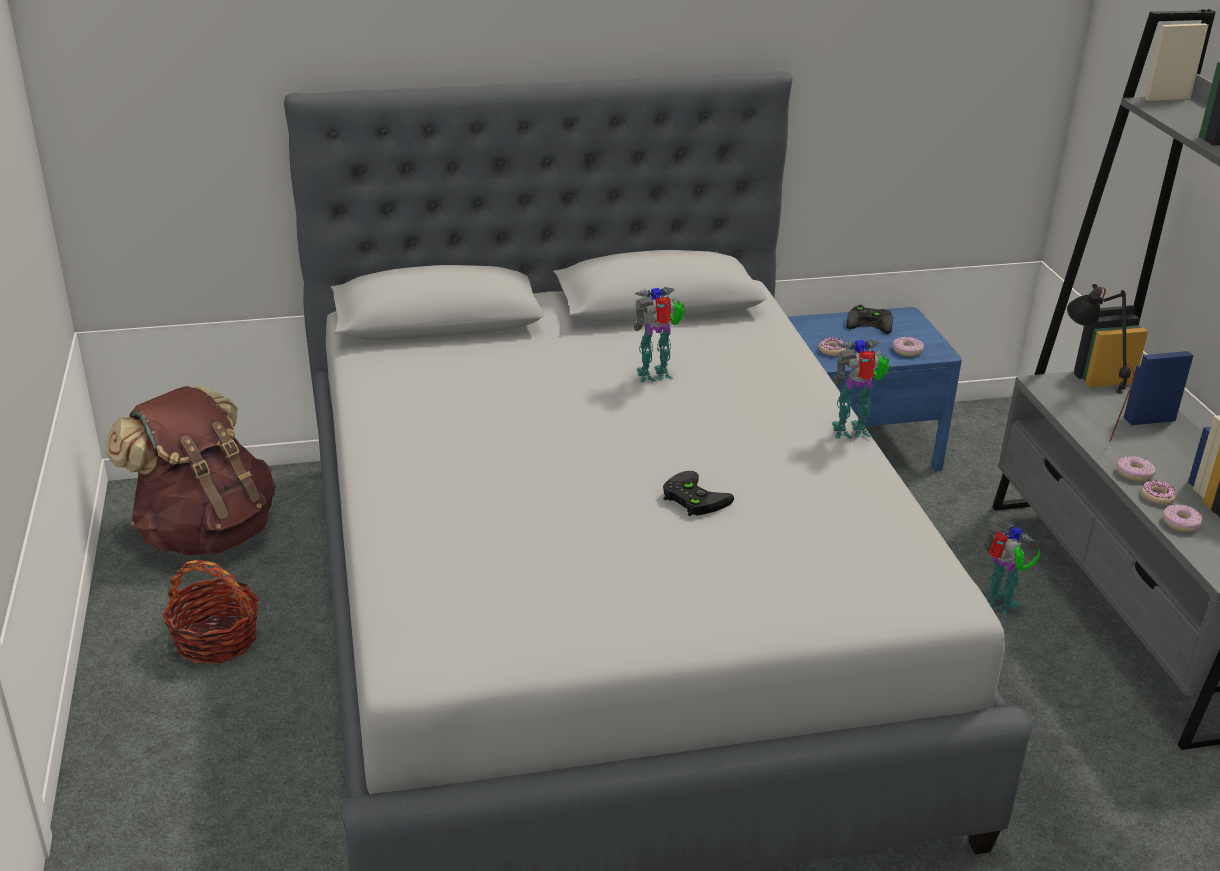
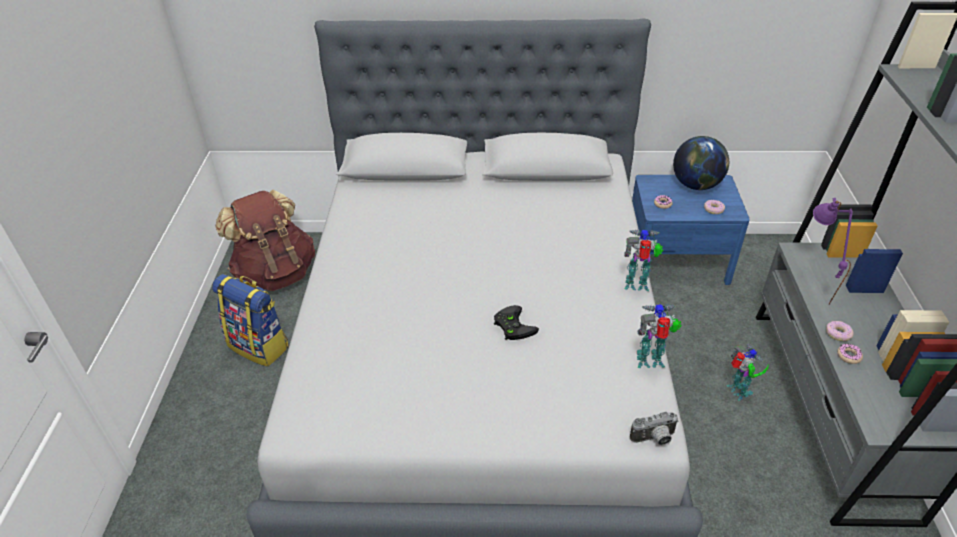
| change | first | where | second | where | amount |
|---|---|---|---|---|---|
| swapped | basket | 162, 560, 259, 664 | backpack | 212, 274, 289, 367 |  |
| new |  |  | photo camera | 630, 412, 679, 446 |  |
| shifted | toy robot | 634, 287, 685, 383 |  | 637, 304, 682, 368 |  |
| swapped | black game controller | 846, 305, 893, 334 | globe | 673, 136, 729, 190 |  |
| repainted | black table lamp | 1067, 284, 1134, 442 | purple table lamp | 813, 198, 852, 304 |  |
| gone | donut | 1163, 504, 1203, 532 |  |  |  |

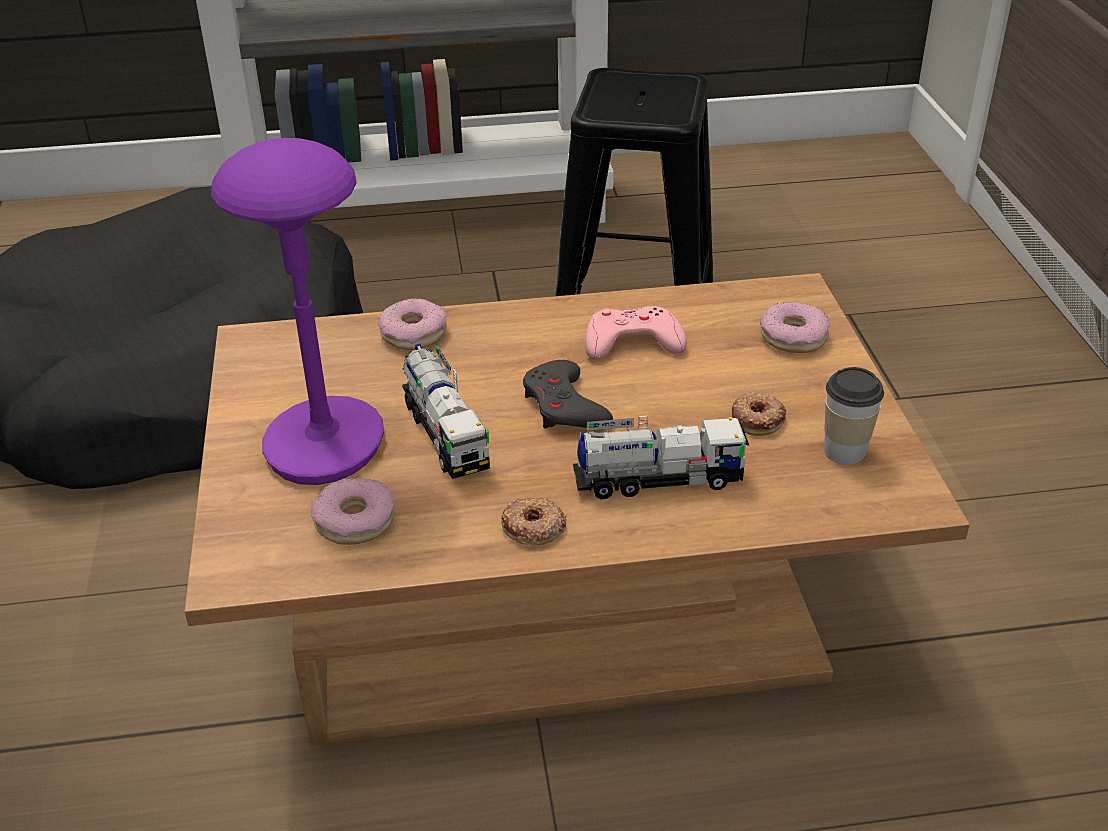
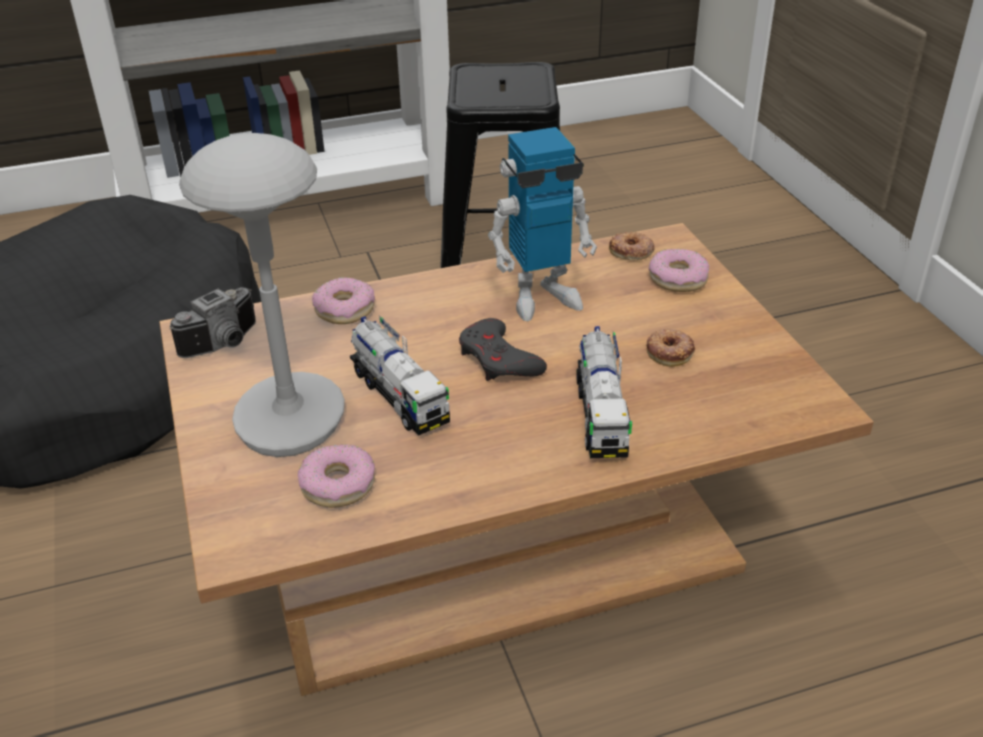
| change | first | where | second | where | amount |
|---|---|---|---|---|---|
| new |  |  | photo camera | 169, 287, 256, 358 |  |
| repainted | purple table lamp | 211, 138, 384, 485 | grey table lamp | 179, 133, 345, 457 |  |
| swapped | pink game controller | 585, 306, 687, 360 | toy robot | 488, 127, 597, 321 |  |
| rotated | toy truck | 573, 416, 749, 499 |  | 576, 326, 632, 458 | 105 degrees clockwise |
| shifted | donut | 501, 497, 566, 545 |  | 609, 232, 654, 260 |  |
| gone | cup | 824, 367, 884, 465 |  |  |  |

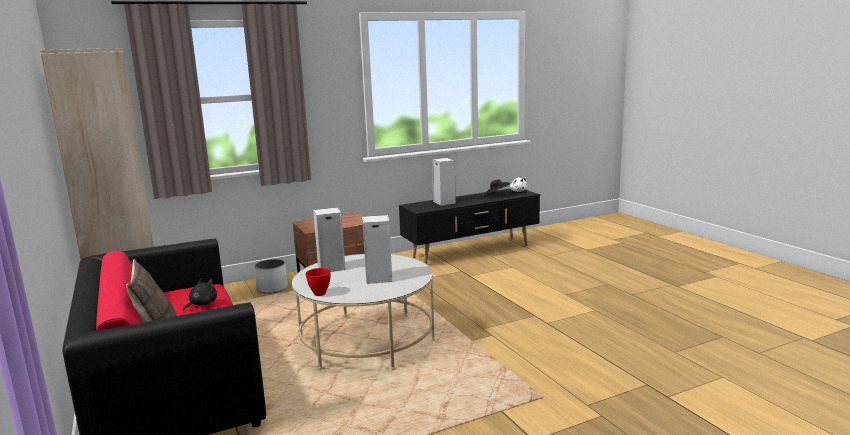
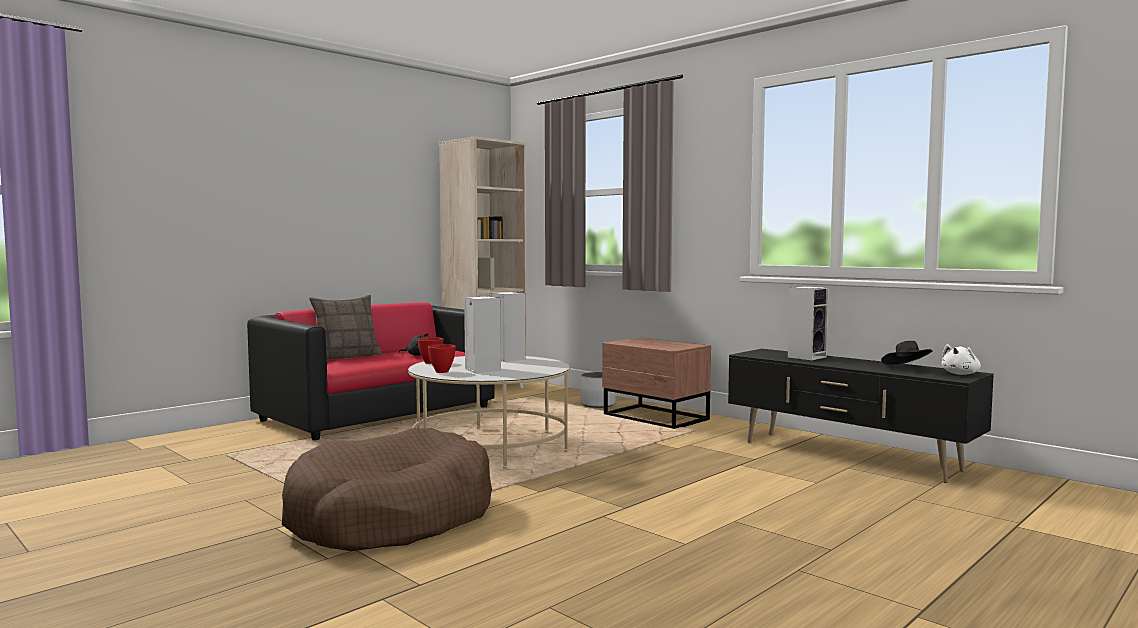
| change | first | where | second | where | amount |
|---|---|---|---|---|---|
| new |  |  | brown dog bed | 282, 428, 492, 551 |  |
| new |  |  | red bowl | 428, 344, 456, 373 |  |

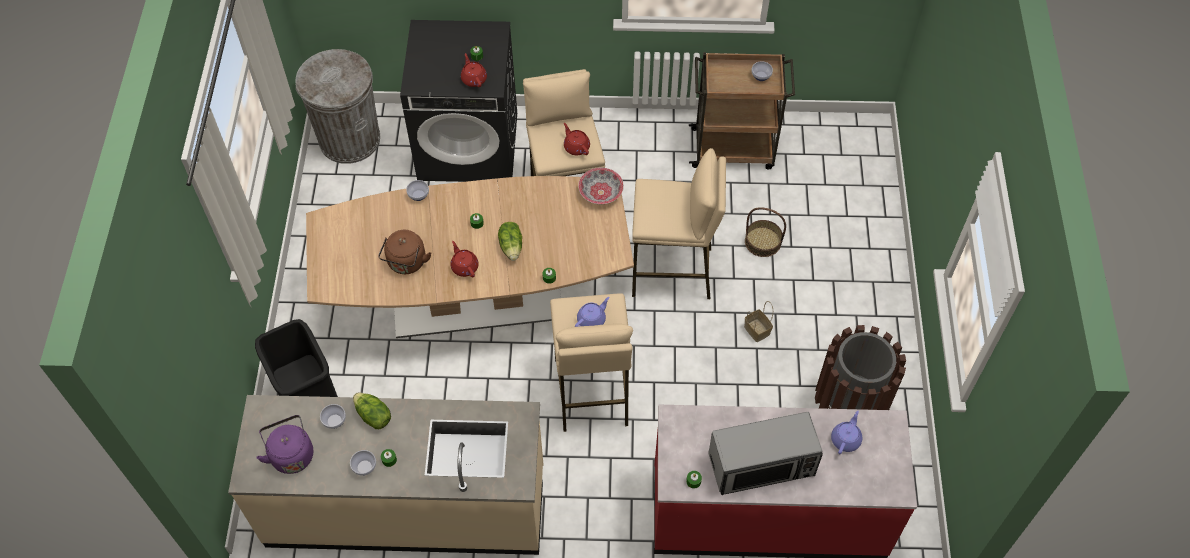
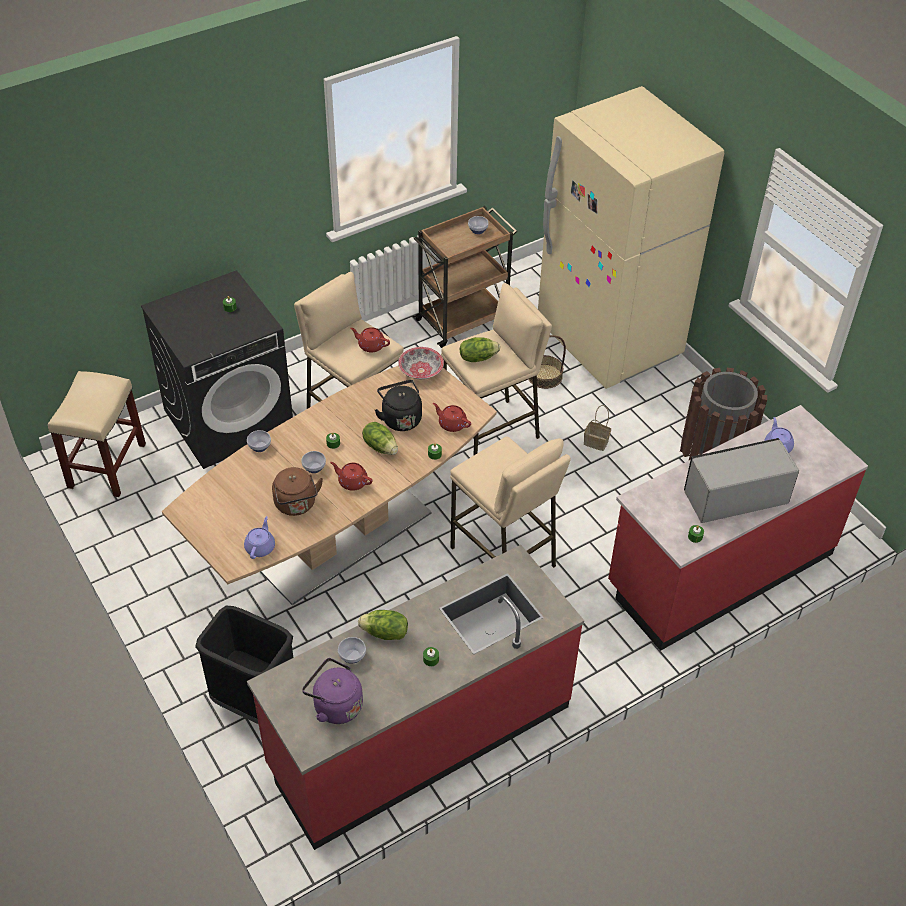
| change | first | where | second | where | amount |
|---|---|---|---|---|---|
| swapped | grey trash can | 295, 49, 380, 164 | beige stool | 48, 371, 146, 497 |  |
| shifted | purple teapot | 575, 297, 610, 327 |  | 244, 516, 275, 559 |  |
| repainted | beige counter | 228, 395, 543, 555 | red counter | 247, 545, 584, 850 |  |
| shifted | bowl | 350, 450, 376, 476 |  | 301, 451, 326, 473 |  |
| new |  |  | black kettle | 375, 380, 422, 431 |  |
| shifted | red teapot | 461, 53, 487, 87 |  | 433, 403, 471, 432 |  |
| new |  |  | lettuce | 460, 337, 500, 362 |  |
| new |  |  | beige fridge | 538, 86, 724, 389 |  |
| rotated | microwave | 708, 412, 823, 495 |  | 684, 438, 799, 523 | 150 degrees counterclockwise |

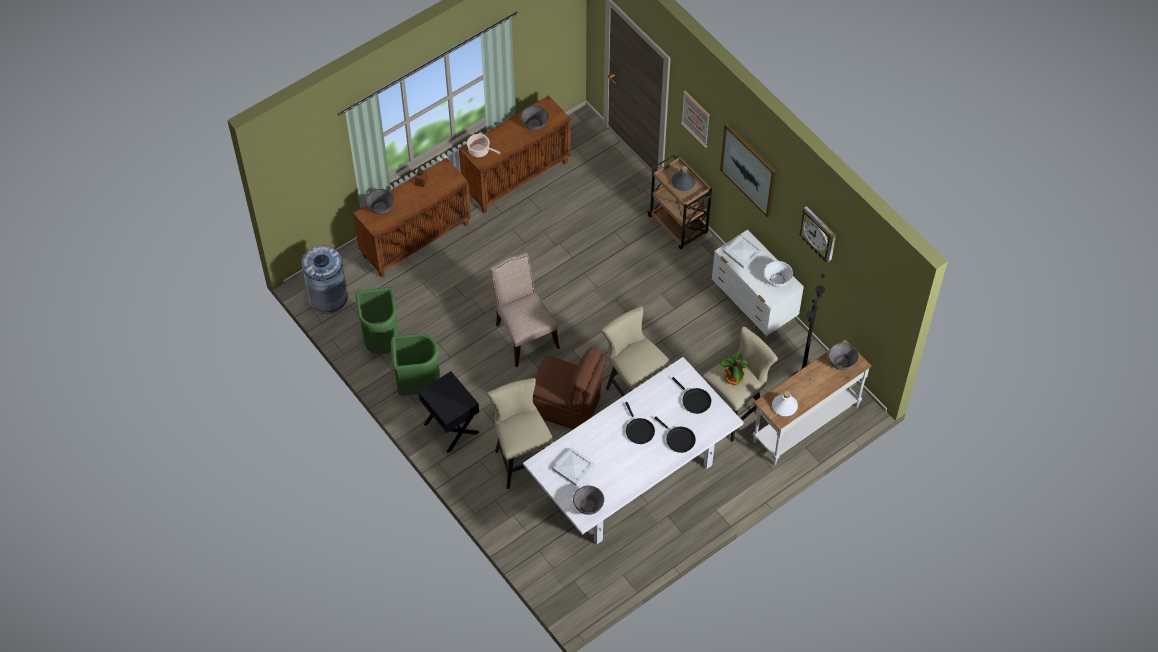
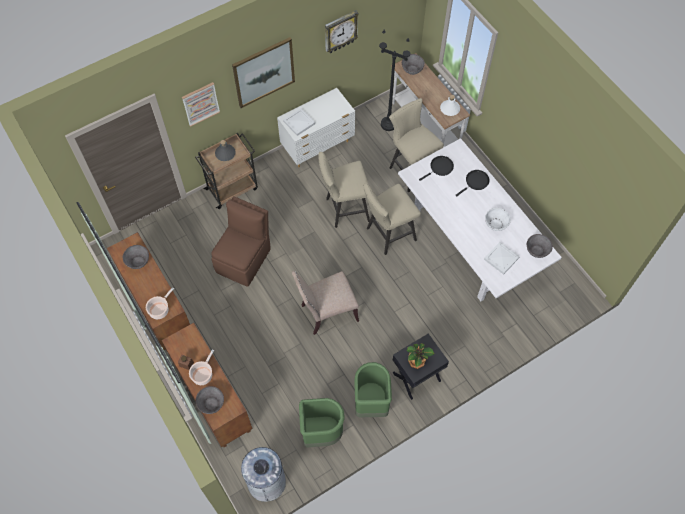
| change | first | where | second | where | amount |
|---|---|---|---|---|---|
| new |  |  | cooking pot | 189, 350, 214, 385 |  |
| shifted | brown chair | 533, 347, 607, 429 |  | 211, 196, 271, 287 |  |
| shifted | beige stool | 487, 378, 554, 489 |  | 318, 152, 370, 228 |  |
| shifted | potted plant | 720, 353, 747, 385 |  | 407, 343, 435, 369 |  |
| shifted | white bowl | 764, 261, 793, 287 |  | 485, 208, 511, 231 |  |
| gone | black frying pan | 625, 402, 655, 444 |  |  |  |

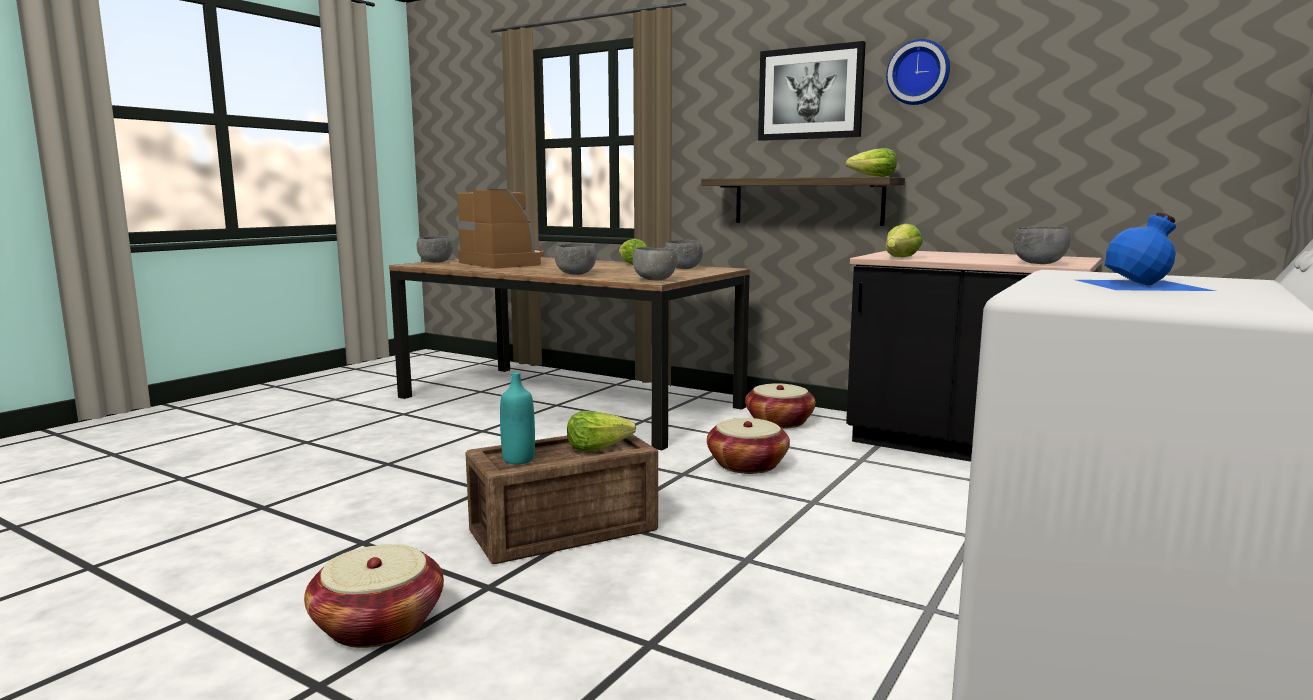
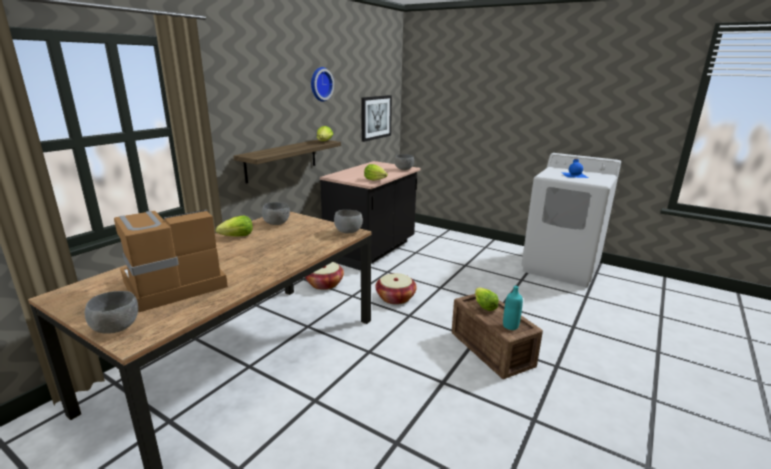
| change | first | where | second | where | amount |
|---|---|---|---|---|---|
| shifted | picture | 758, 41, 866, 141 |  | 361, 95, 392, 142 |  |
| gone | basket | 304, 544, 444, 648 |  |  |  |
| gone | grey bowl | 555, 243, 596, 275 |  |  |  |

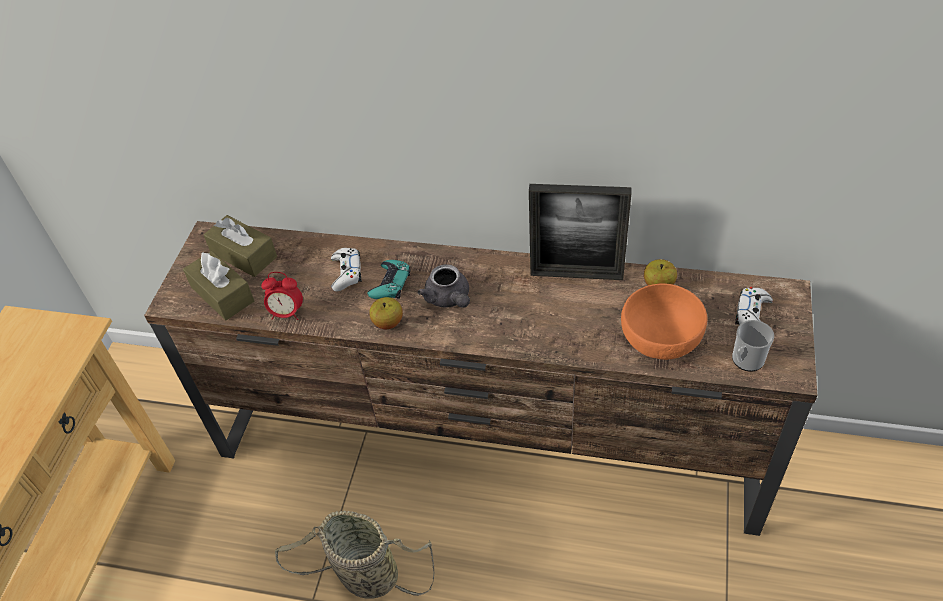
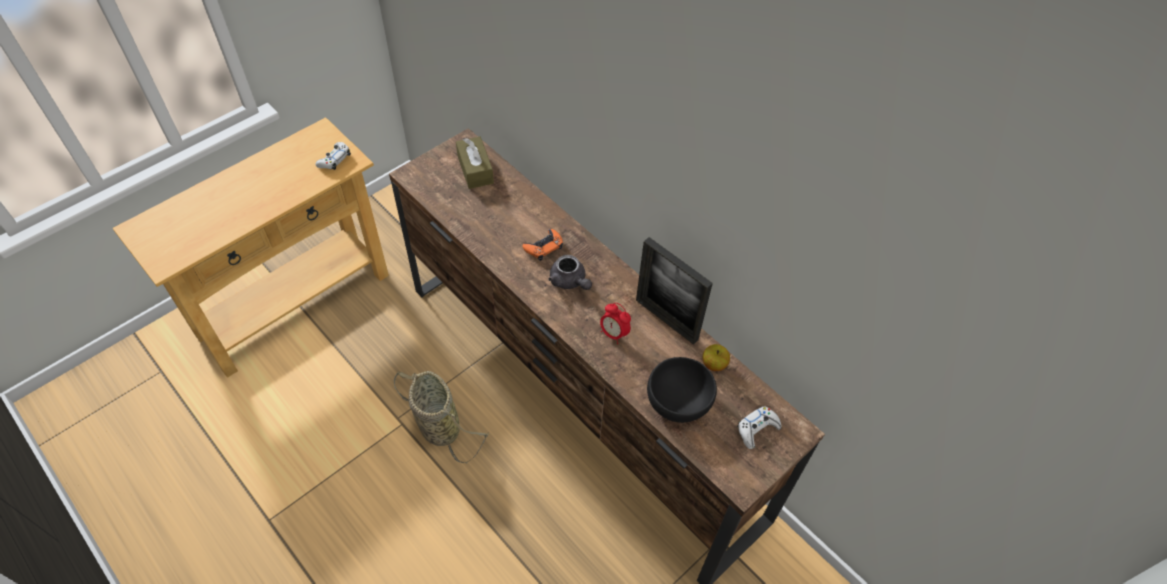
| change | first | where | second | where | amount |
|---|---|---|---|---|---|
| shifted | white game controller | 331, 248, 362, 291 |  | 316, 142, 351, 170 |  |
| repainted | turquoise game controller | 367, 260, 410, 299 | orange game controller | 522, 229, 563, 261 |  |
| rotated | grey teapot | 417, 264, 470, 308 |  | 548, 255, 592, 290 | 45 degrees counterclockwise |
| shifted | alarm clock | 261, 272, 303, 320 |  | 600, 303, 631, 344 |  |
| repainted | orange bowl | 621, 283, 707, 360 | black bowl | 647, 357, 717, 423 |  |
| gone | brown tissue box | 183, 251, 254, 320 |  |  |  |
| gone | apple | 369, 297, 403, 329 |  |  |  |
| gone | mug | 732, 320, 774, 372 |  |  |  |

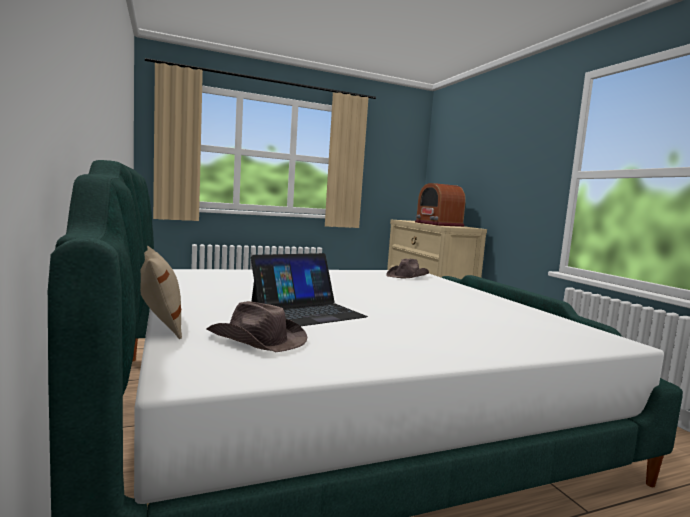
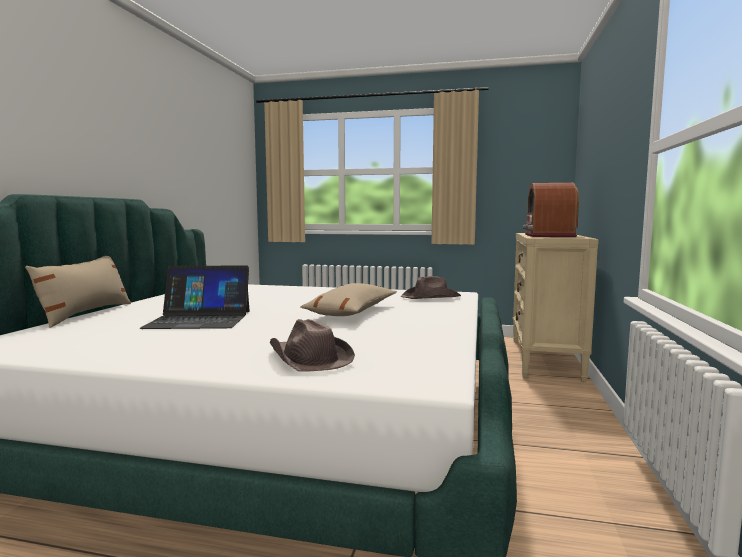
| change | first | where | second | where | amount |
|---|---|---|---|---|---|
| shifted | brown hat | 206, 301, 308, 352 |  | 270, 319, 355, 371 |  |
| new |  |  | beige pillow | 300, 283, 397, 316 |  |

